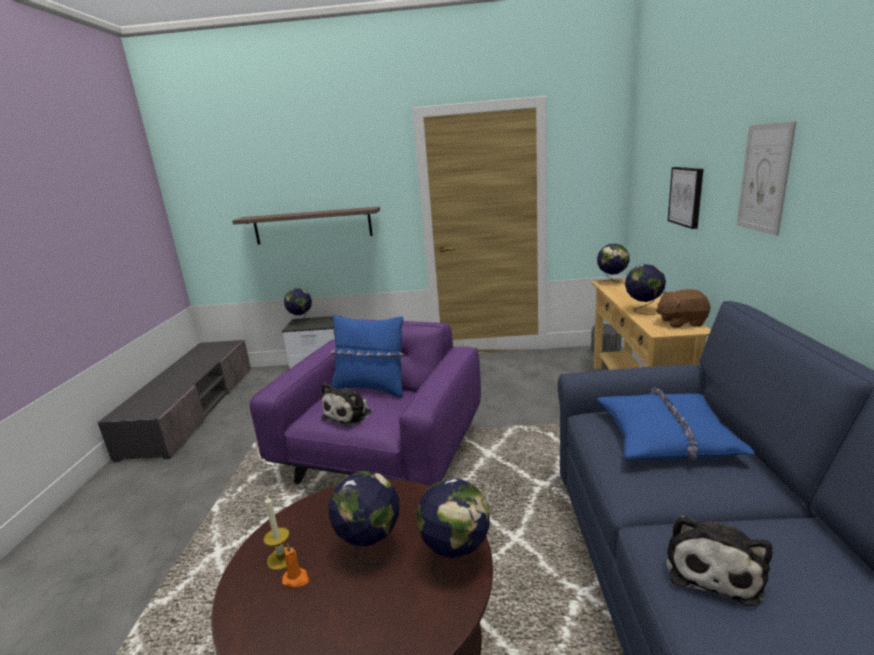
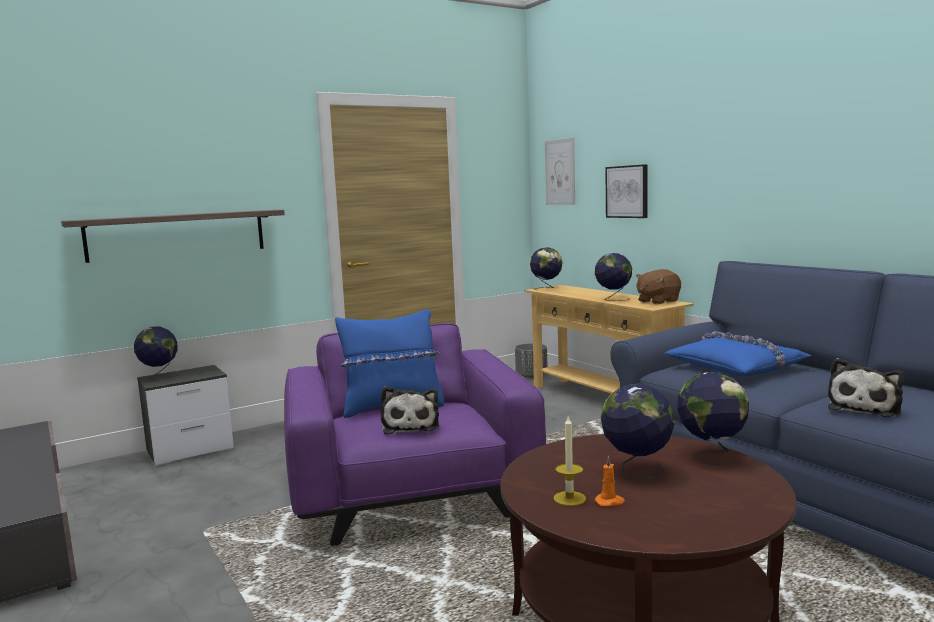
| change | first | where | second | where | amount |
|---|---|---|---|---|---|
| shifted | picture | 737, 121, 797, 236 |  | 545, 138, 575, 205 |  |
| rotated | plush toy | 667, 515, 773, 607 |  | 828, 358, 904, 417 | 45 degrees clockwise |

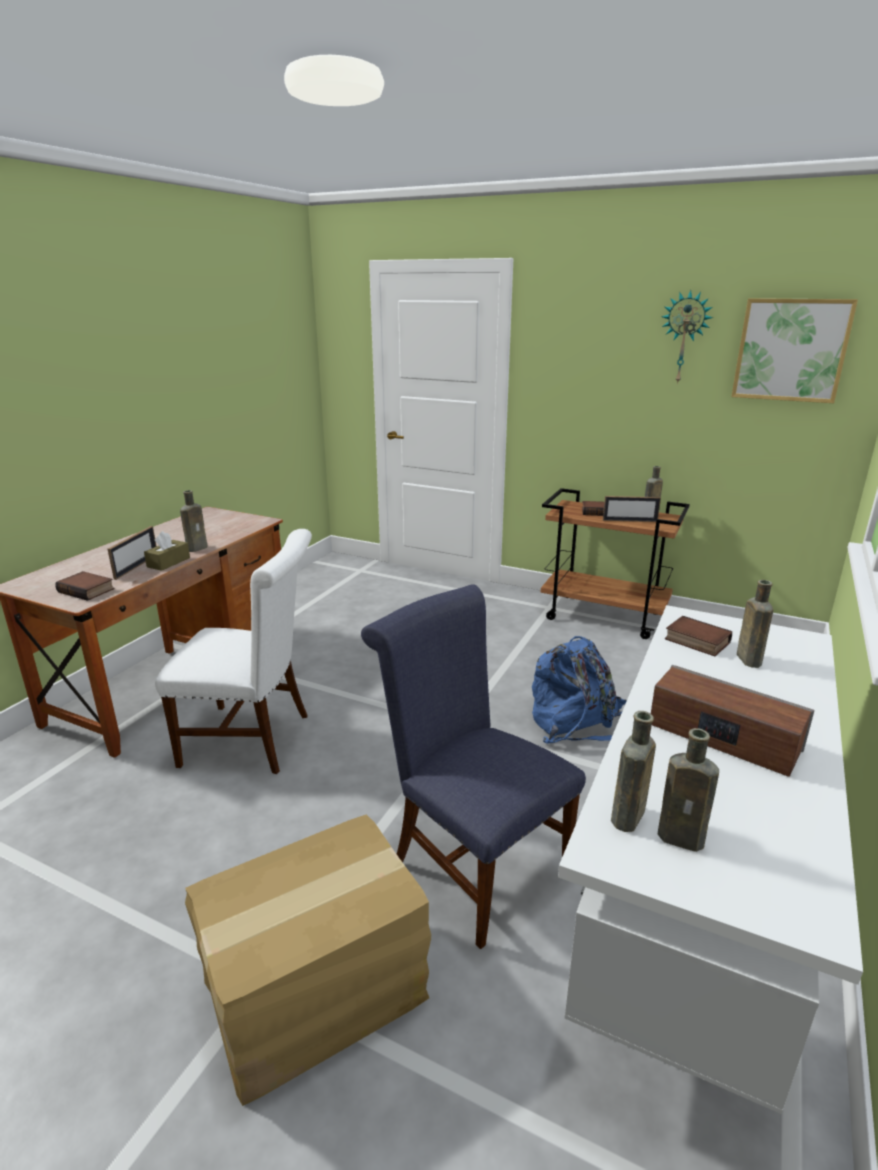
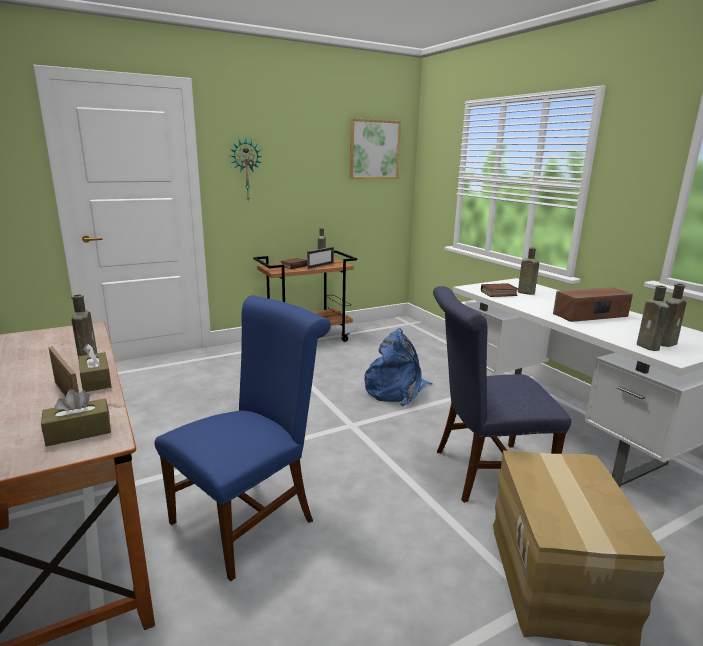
| change | first | where | second | where | amount |
|---|---|---|---|---|---|
| swapped | book | 55, 571, 114, 601 | brown tissue box | 41, 389, 111, 446 |  |
| repainted | white chair | 155, 529, 312, 774 | blue chair | 155, 295, 331, 581 |  |
| shifted | wall clock | 661, 290, 713, 384 |  | 230, 138, 263, 201 |  |

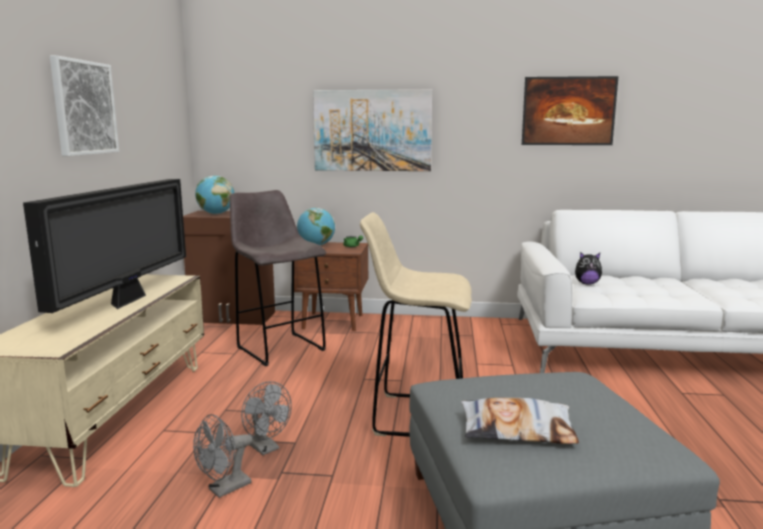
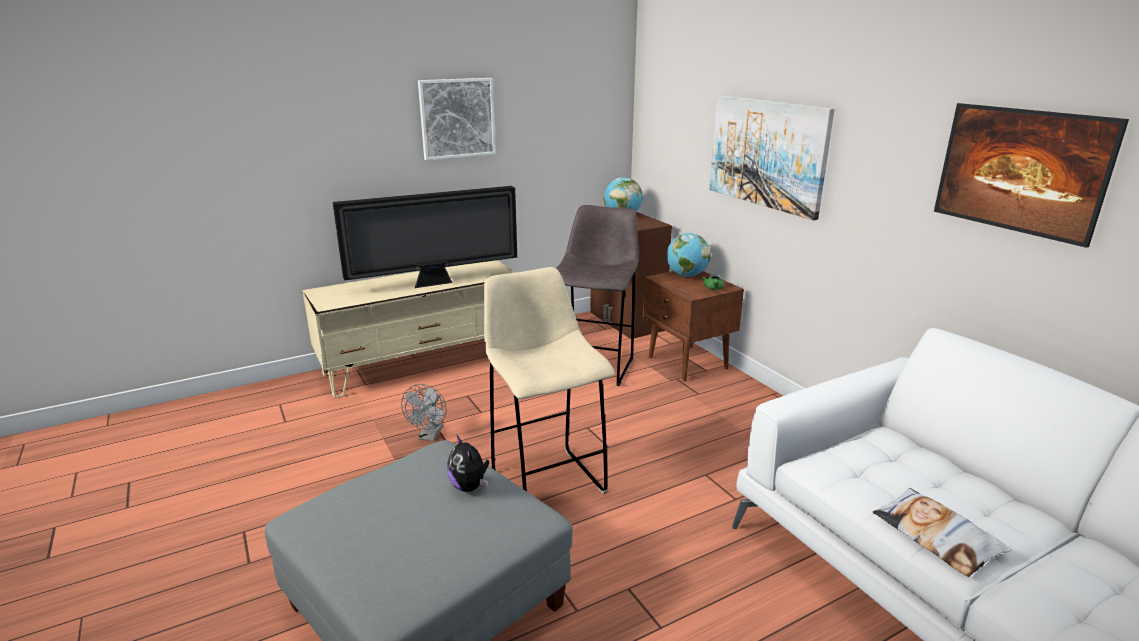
| change | first | where | second | where | amount |
|---|---|---|---|---|---|
| shifted | plush toy | 575, 252, 602, 285 |  | 447, 434, 489, 492 |  |
| shifted | pillow | 461, 398, 579, 444 |  | 873, 488, 1011, 577 |  |
| gone | grey fan | 193, 414, 253, 498 |  |  |  |

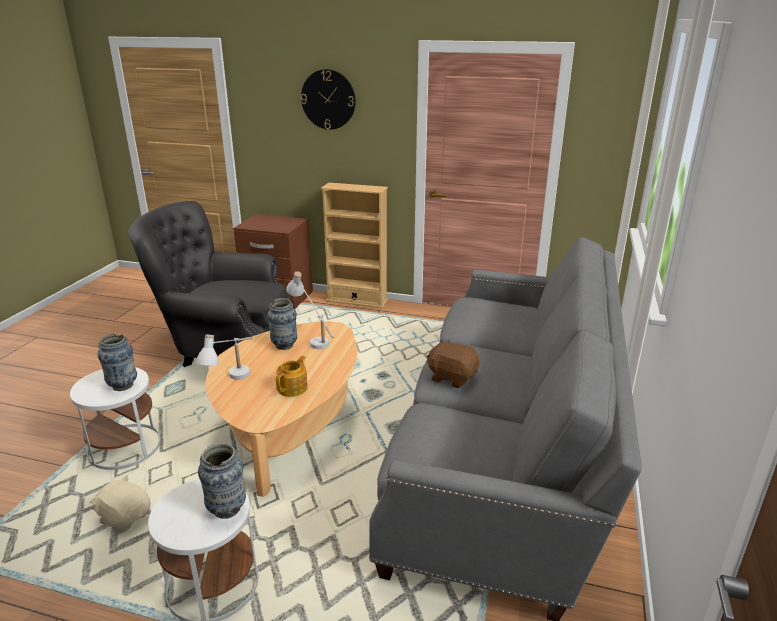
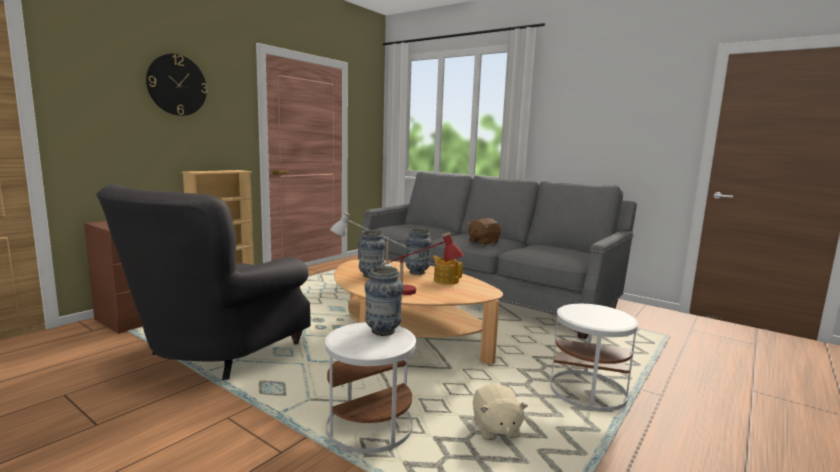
| change | first | where | second | where | amount |
|---|---|---|---|---|---|
| repainted | white table lamp | 196, 335, 252, 380 | red table lamp | 381, 232, 464, 295 |  |
| shifted | vase | 198, 443, 246, 519 |  | 406, 229, 432, 275 |  |
| rotated | beige plush toy | 89, 475, 151, 534 |  | 473, 384, 528, 440 | 60 degrees counterclockwise |

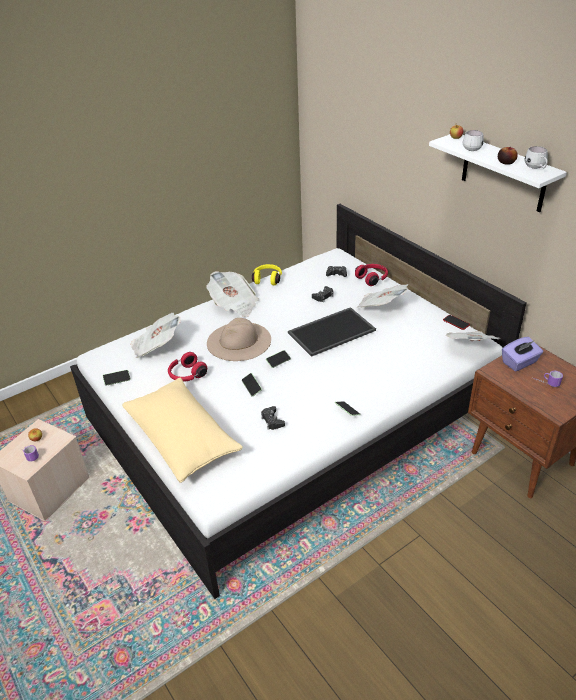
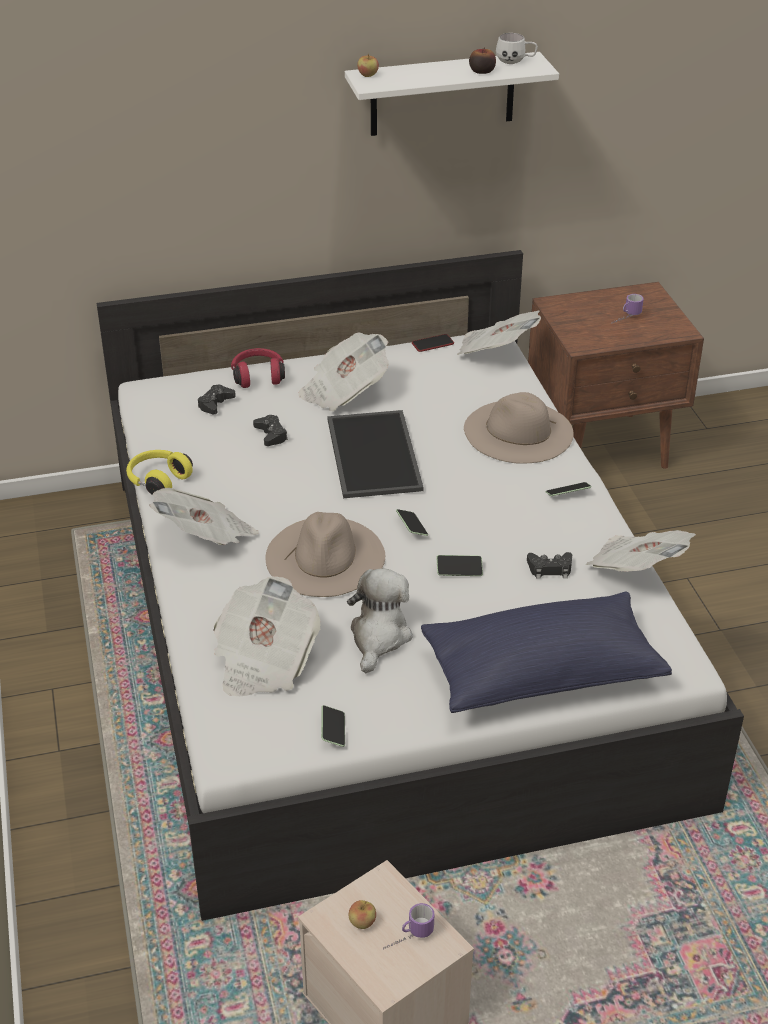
| change | first | where | second | where | amount |
|---|---|---|---|---|---|
| swapped | red headphones | 168, 352, 207, 382 | plush toy | 347, 568, 413, 673 |  |
| repainted | beige pillow | 122, 378, 243, 483 | blue pillow | 421, 591, 672, 713 |  |
| new |  |  | beige hat | 464, 392, 574, 464 |  |
| new |  |  | newspaper | 586, 530, 695, 572 |  |
| gone | white mug | 463, 130, 484, 151 |  |  |  |
| gone | purple tissue box | 502, 337, 543, 371 |  |  |  |

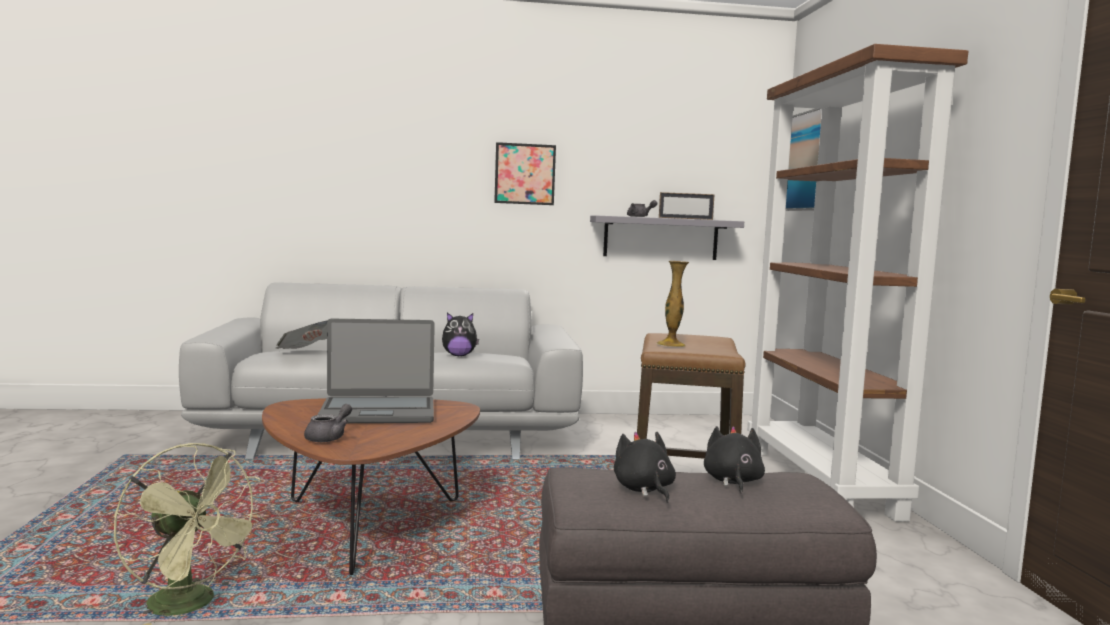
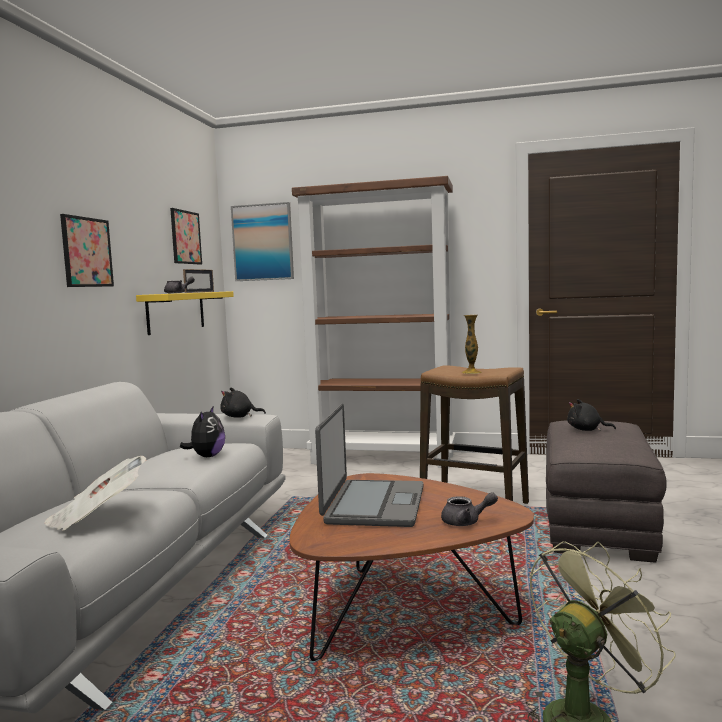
| change | first | where | second | where | amount |
|---|---|---|---|---|---|
| repainted | grey shelf | 590, 215, 744, 260 | yellow shelf | 136, 291, 234, 335 |  |
| new |  |  | picture | 170, 208, 202, 265 |  |
| shifted | black plush toy | 614, 432, 676, 503 |  | 220, 387, 266, 418 |  |
| rotated | grey teapot | 304, 404, 352, 442 |  | 441, 492, 498, 526 | 135 degrees clockwise |

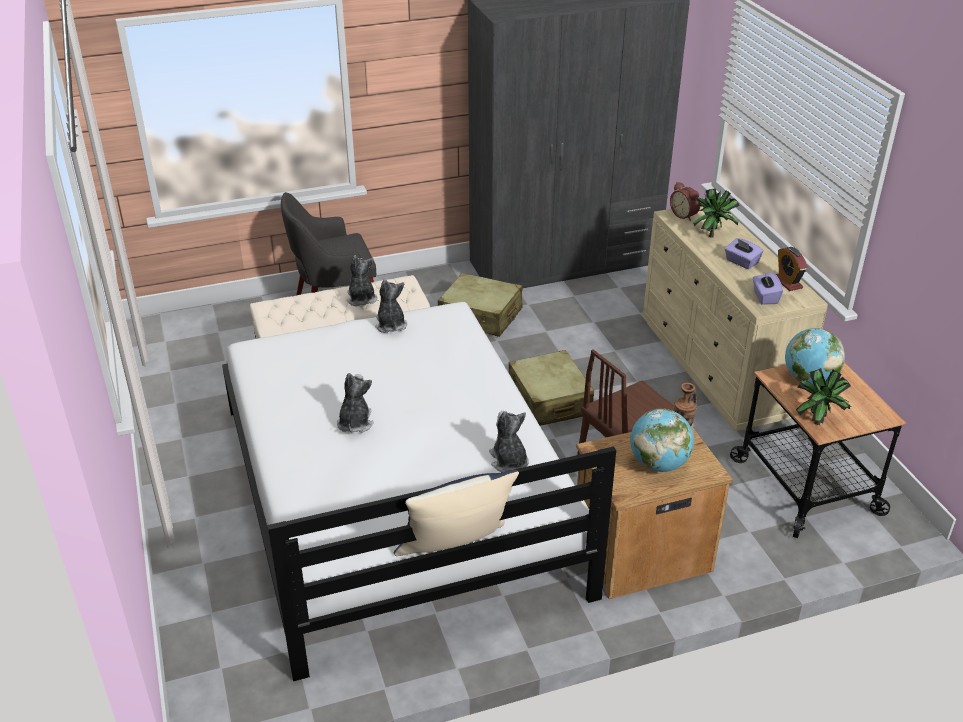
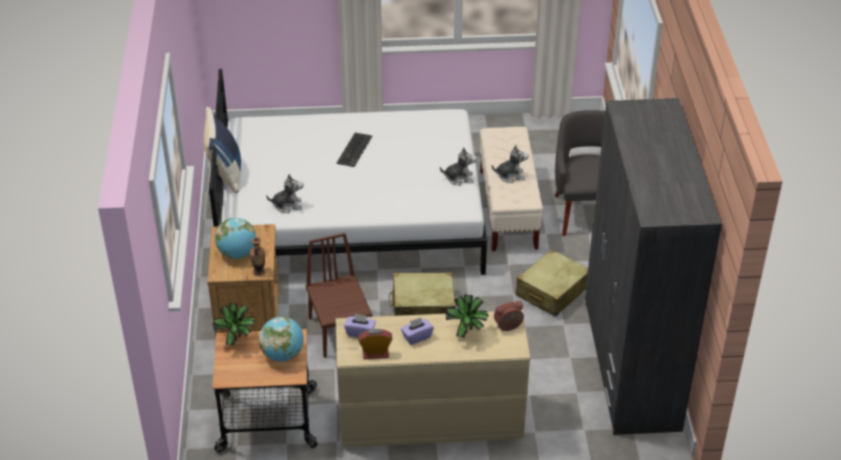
| change | first | where | second | where | amount |
|---|---|---|---|---|---|
| swapped | plush toy | 337, 373, 374, 432 | keyboard | 336, 133, 372, 167 |  |

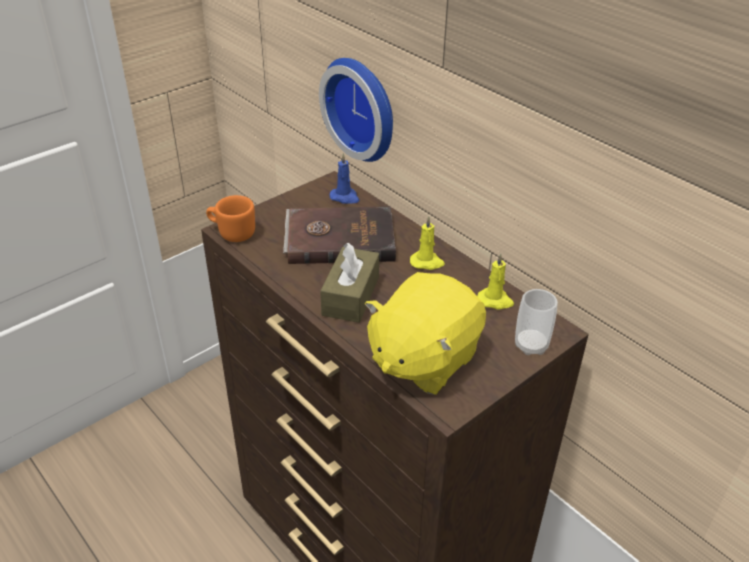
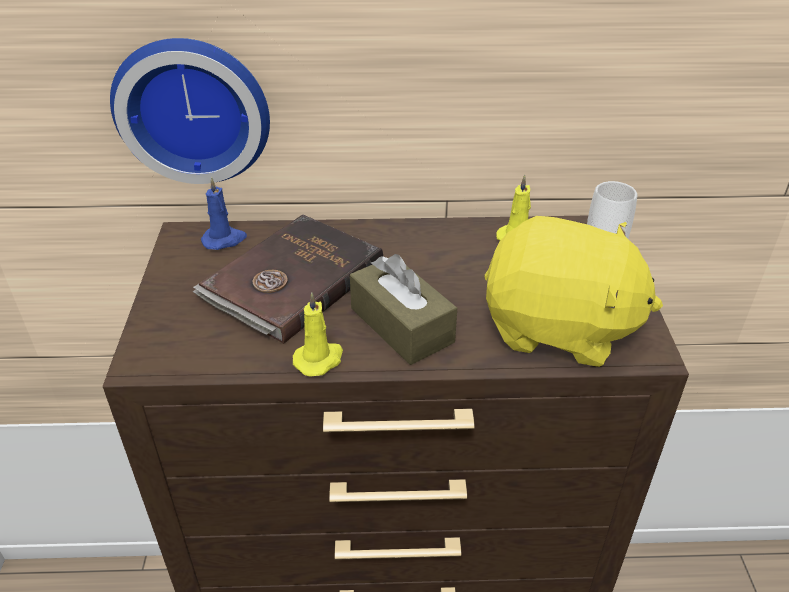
| change | first | where | second | where | amount |
|---|---|---|---|---|---|
| shifted | yellow candle | 410, 216, 445, 270 |  | 293, 292, 343, 377 |  |
| rotated | yellow plush toy | 365, 272, 486, 395 |  | 484, 216, 663, 367 | 60 degrees counterclockwise |
| gone | orange mug | 206, 195, 255, 242 |  |  |  |

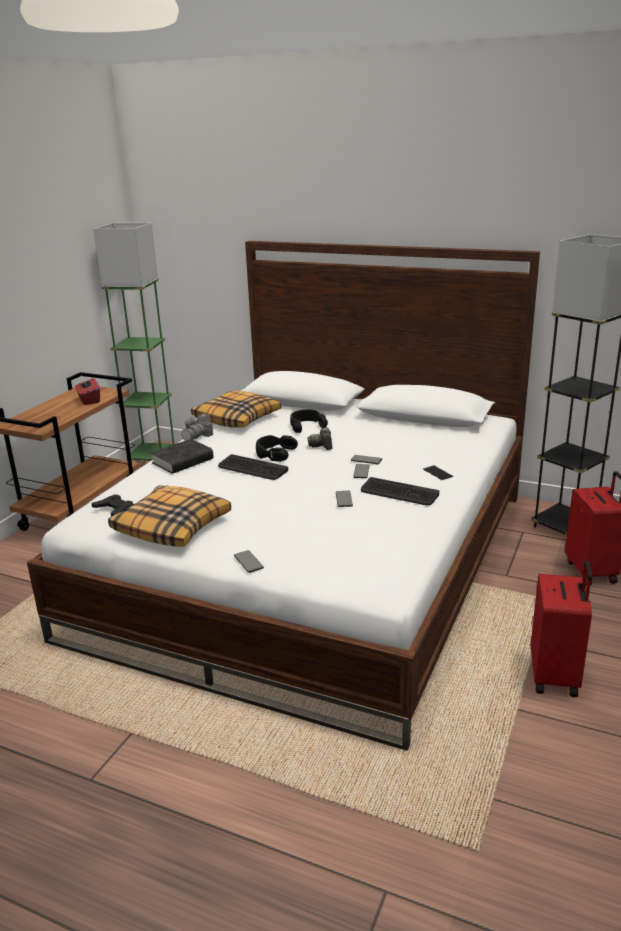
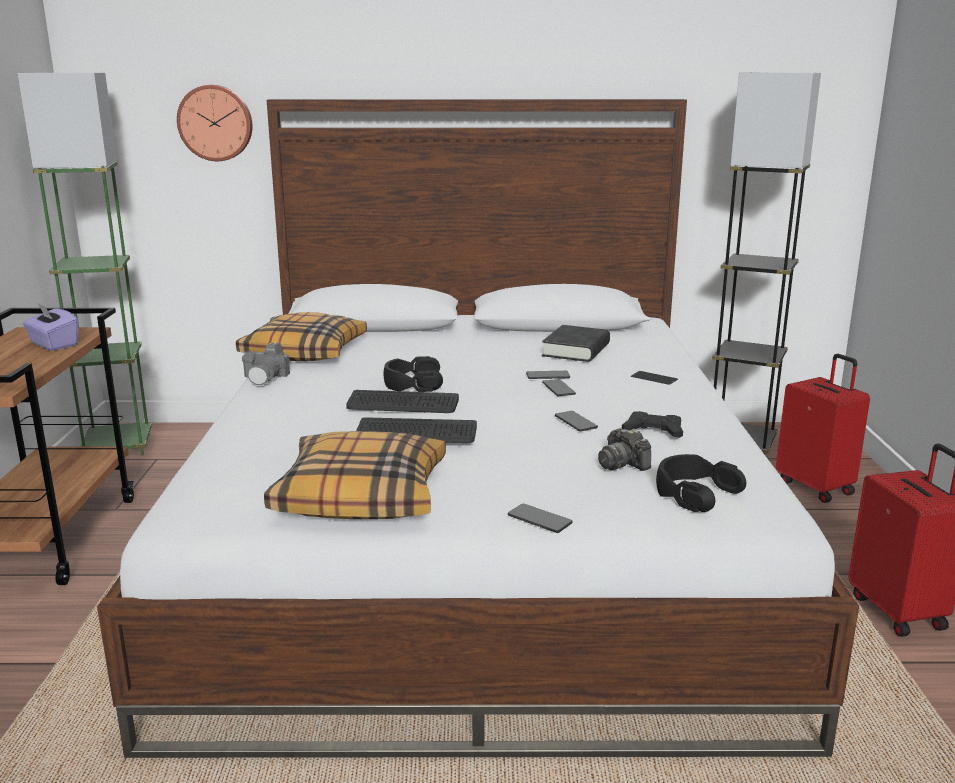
| change | first | where | second | where | amount |
|---|---|---|---|---|---|
| repainted | red tissue box | 75, 375, 100, 405 | purple tissue box | 23, 303, 79, 351 |  |
| new |  |  | wall clock | 177, 85, 252, 161 |  |
| shifted | keyboard | 361, 477, 439, 506 |  | 356, 417, 477, 443 |  |
| shifted | black book | 151, 439, 214, 474 |  | 542, 325, 610, 362 |  |
| shifted | photo camera | 308, 428, 332, 450 |  | 598, 428, 651, 471 |  |
| shifted | black game controller | 92, 494, 133, 516 |  | 622, 411, 683, 438 |  |
| shifted | black headphones | 290, 409, 328, 433 |  | 656, 454, 746, 512 |  |

